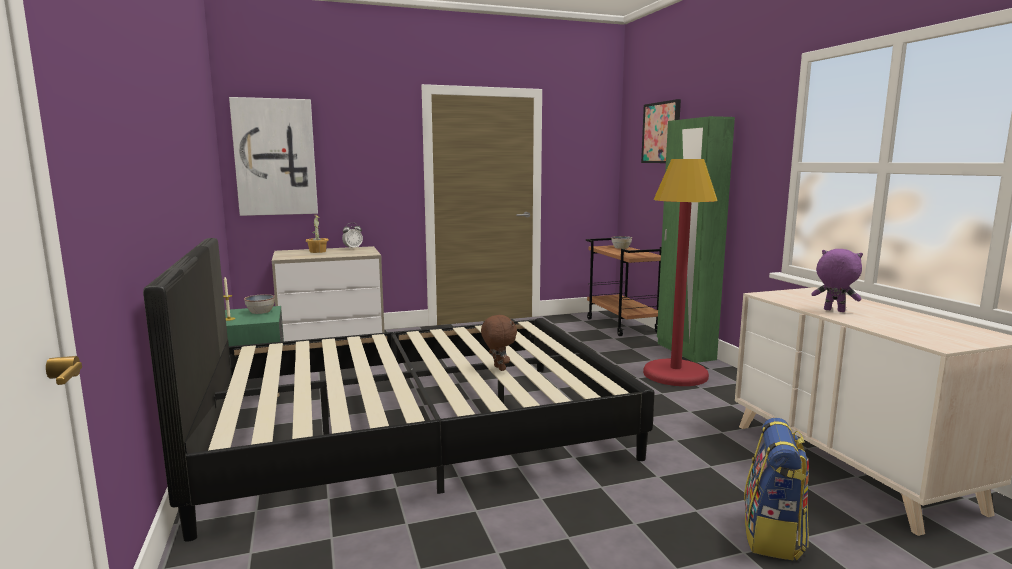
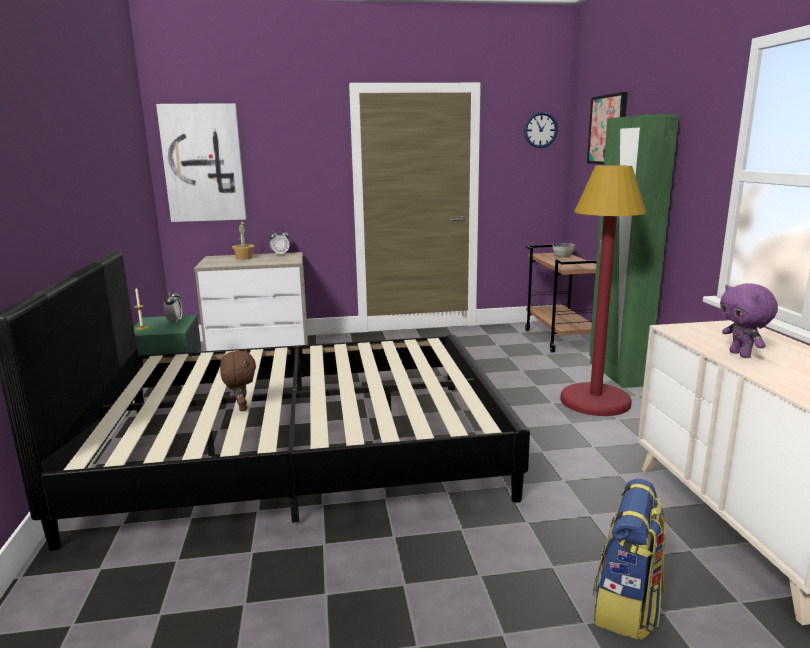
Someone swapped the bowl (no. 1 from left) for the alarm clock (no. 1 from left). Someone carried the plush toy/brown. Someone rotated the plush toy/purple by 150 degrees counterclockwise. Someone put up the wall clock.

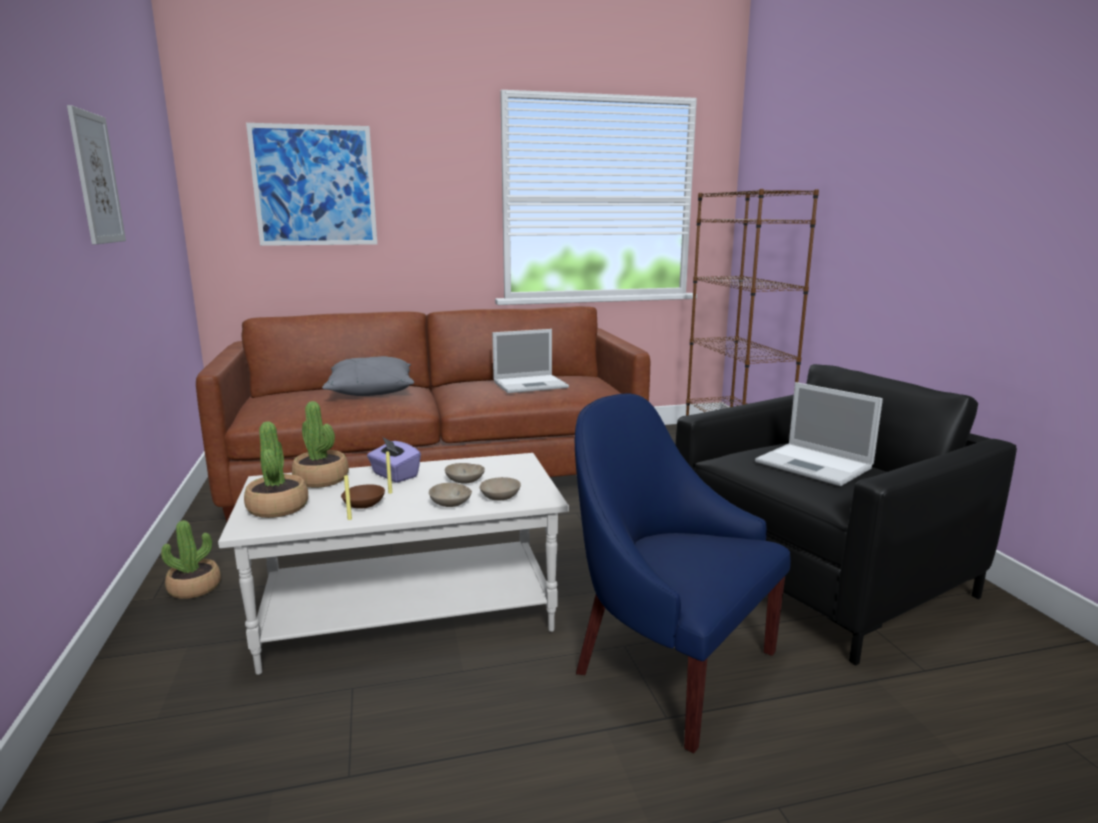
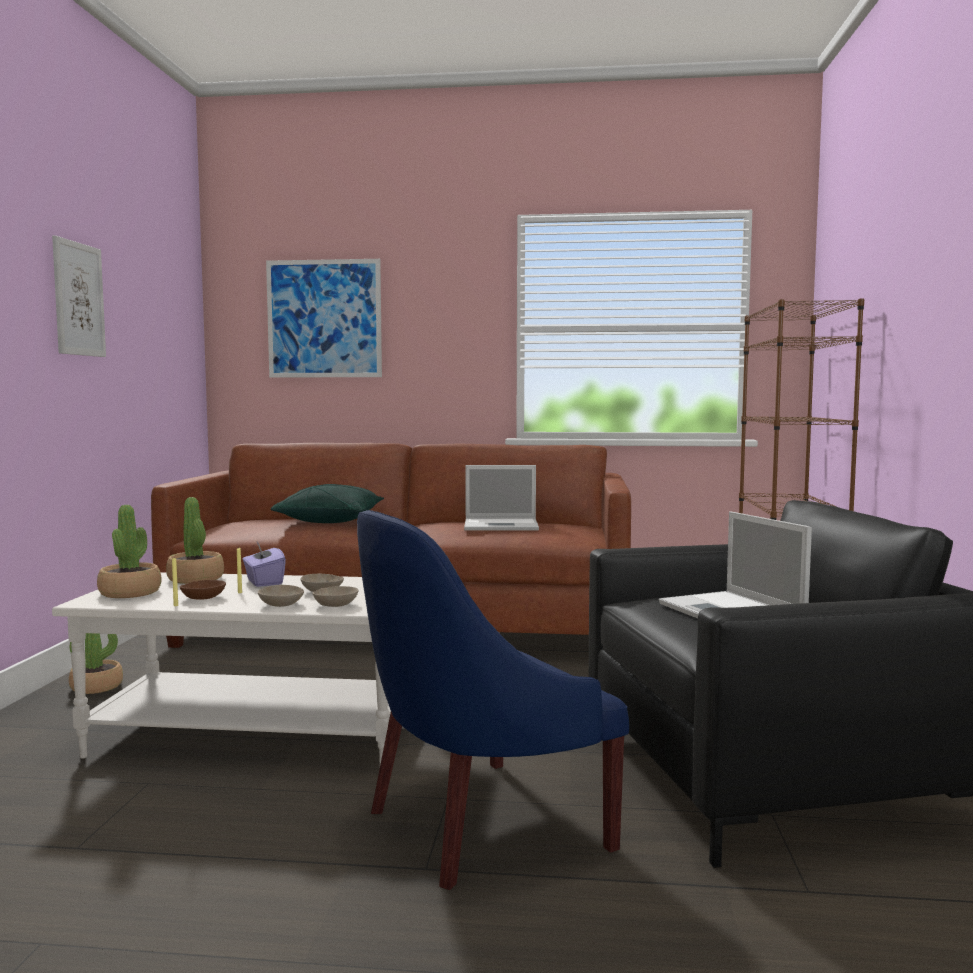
Someone repainted the pillow/grey, which became the pillow/green. Someone rotated the armchair/blue by 90 degrees counterclockwise.

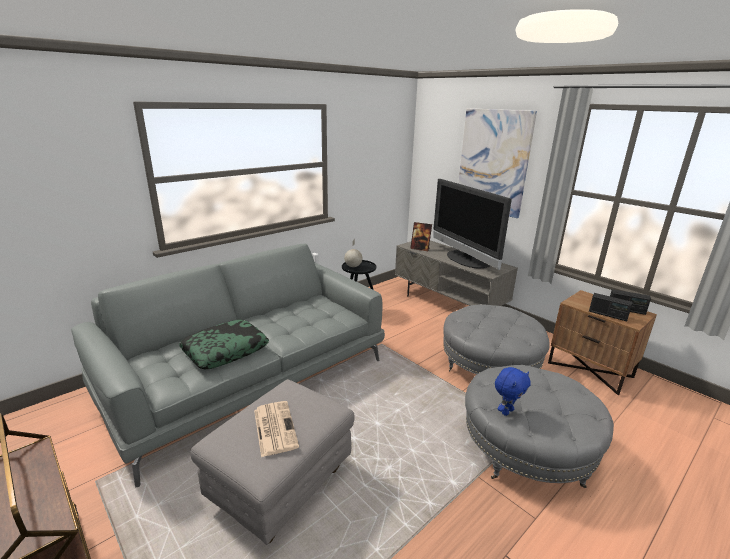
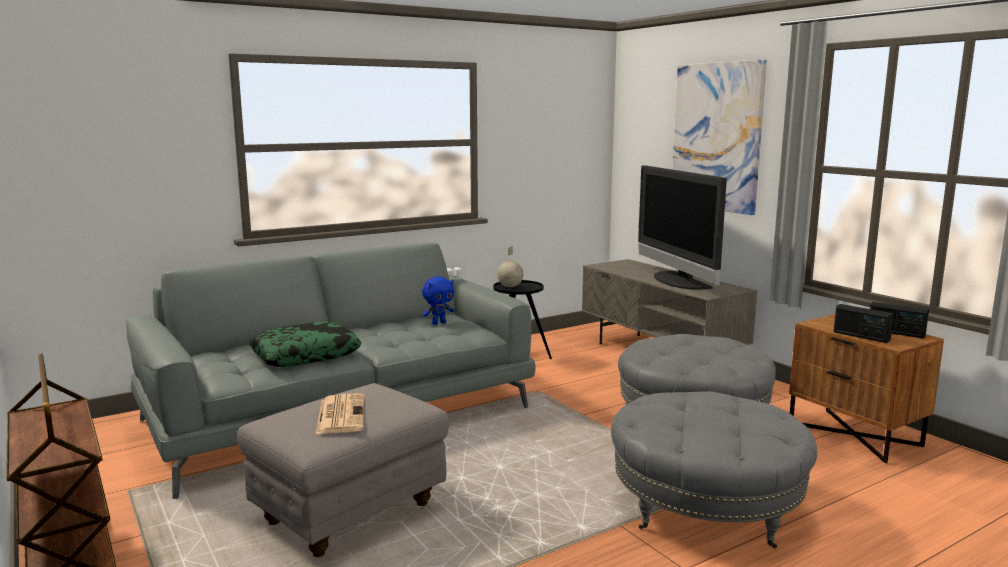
Someone took away the picture frame. Someone carried the plush toy/blue.

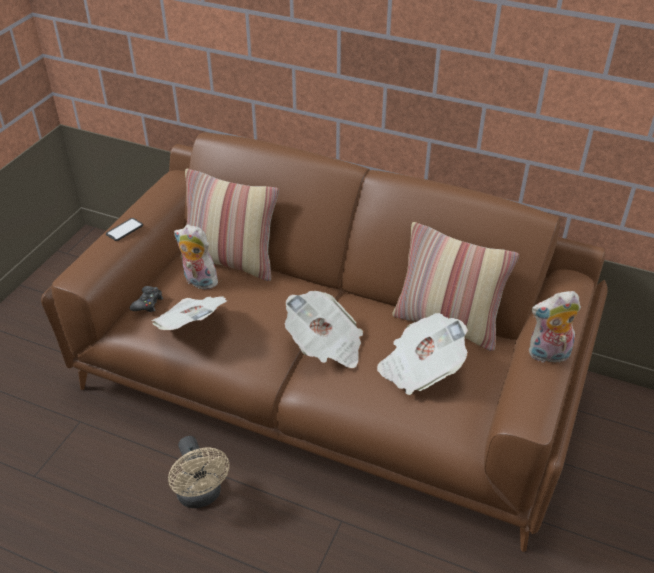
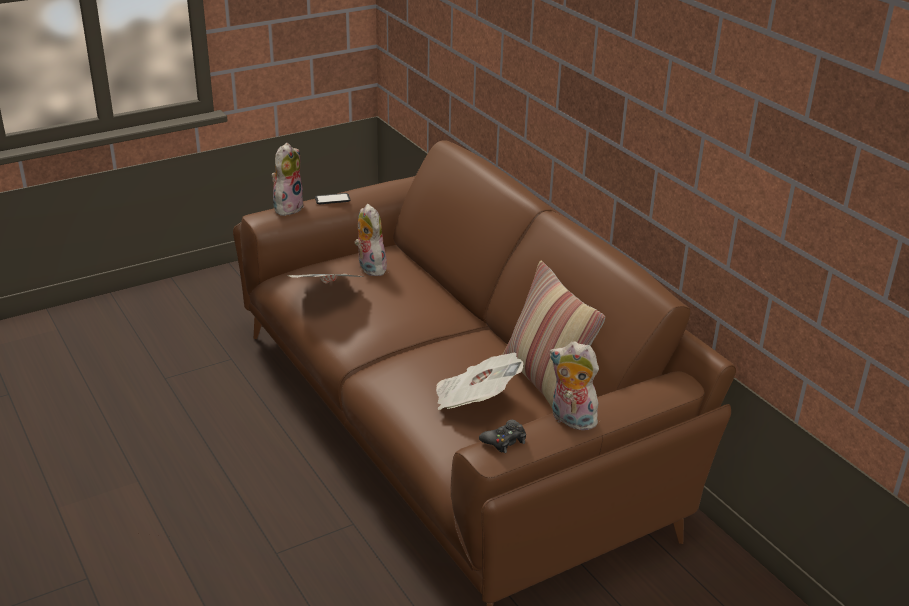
Someone carried the game controller/black. Someone took away the fan/beige. Someone took away the pillow (no. 1 from left). Someone took away the newspaper (no. 2 from left). Someone put down the plush toy (no. 1 from left).

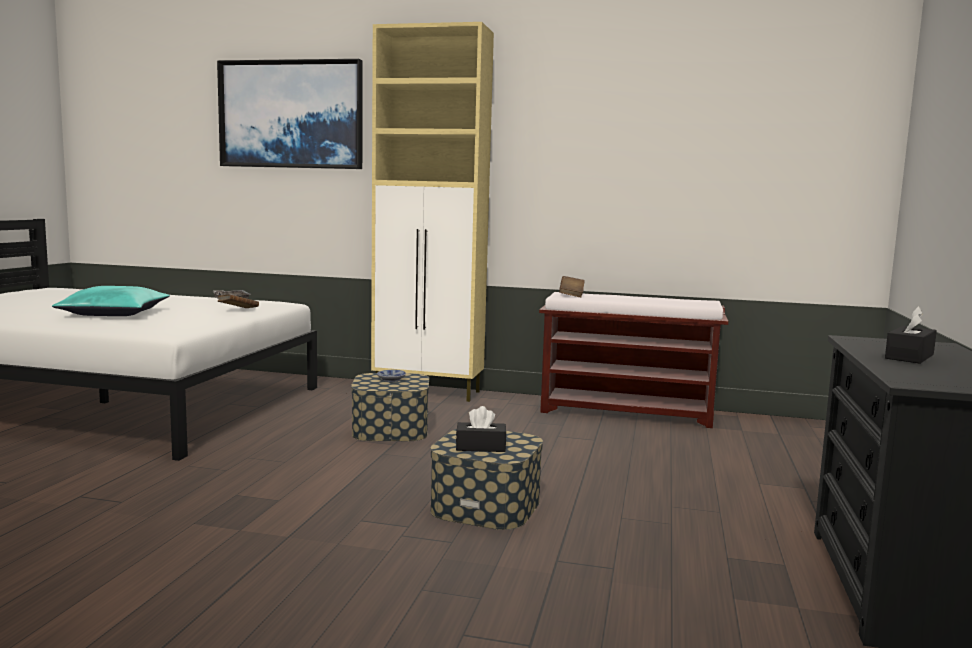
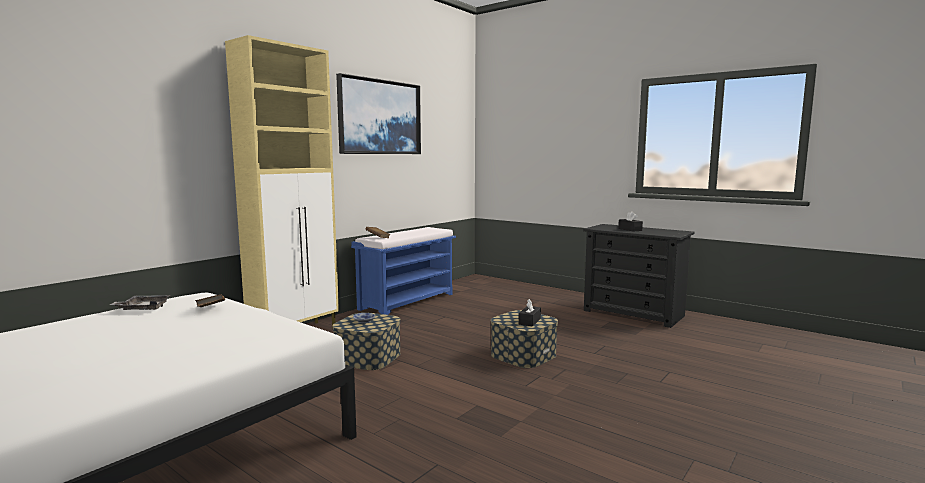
Someone took away the pillow/turquoise. Someone carried the picture. Someone repainted the bench/brown, which became the bench/blue.

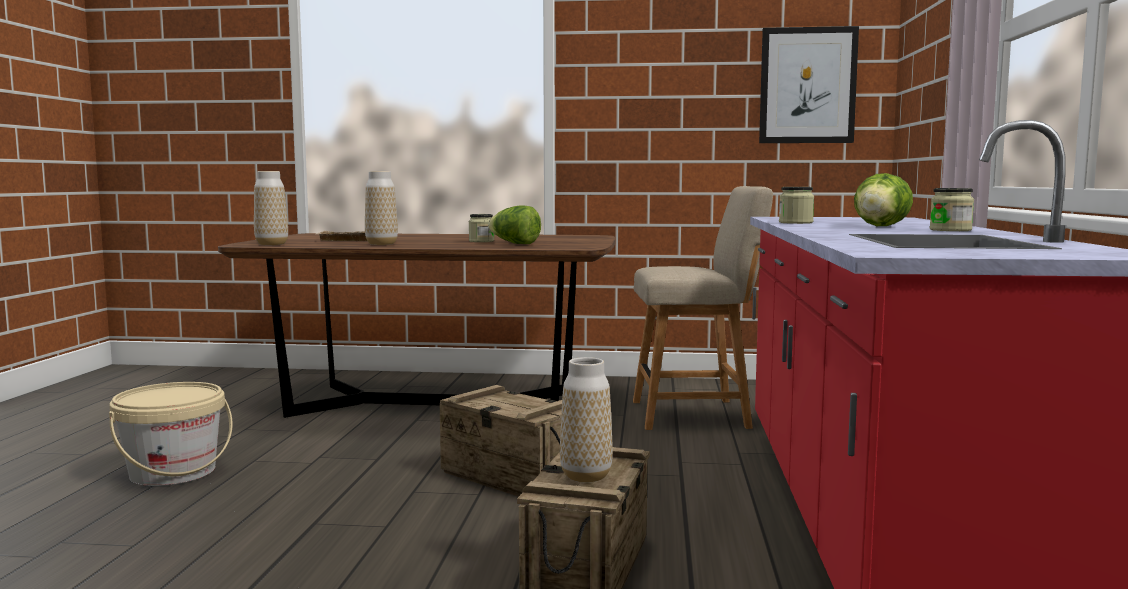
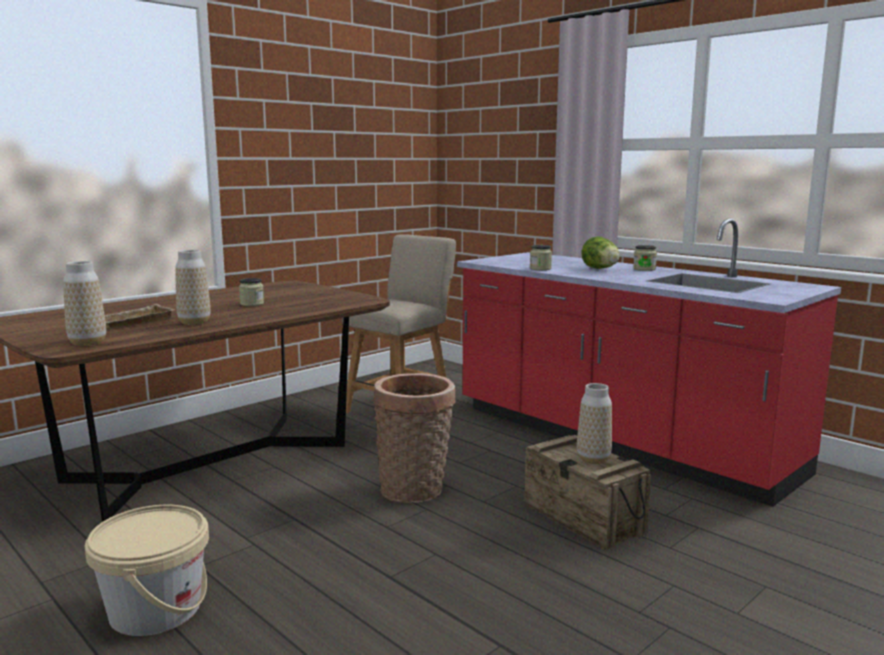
Someone swapped the crate (no. 1 from left) for the basket. Someone took away the lettuce (no. 1 from left). Someone took away the picture.

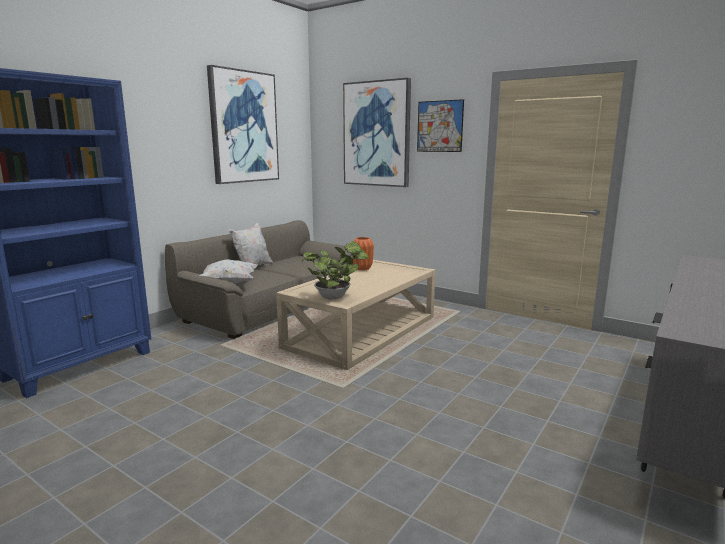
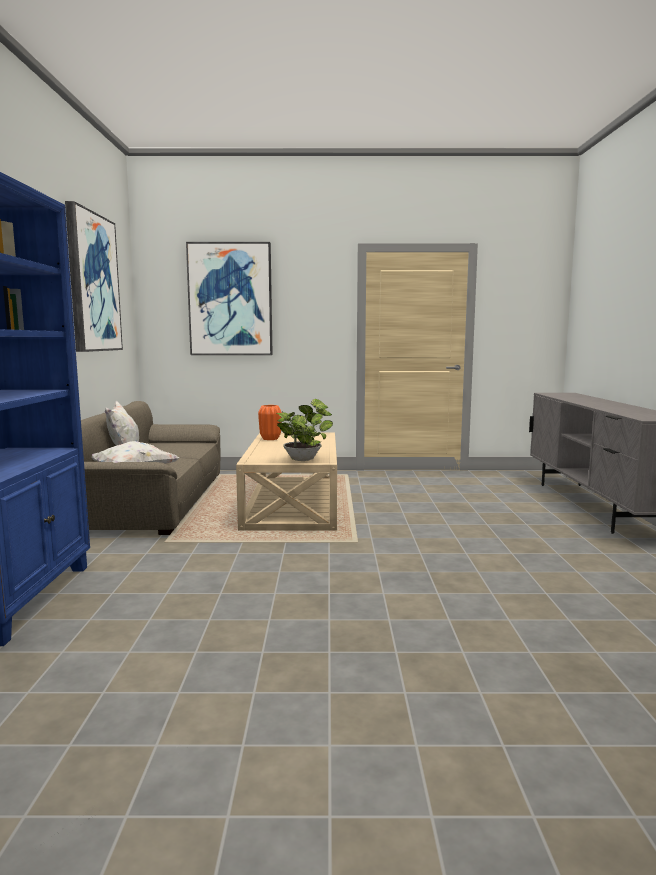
Someone took away the picture (no. 3 from left).

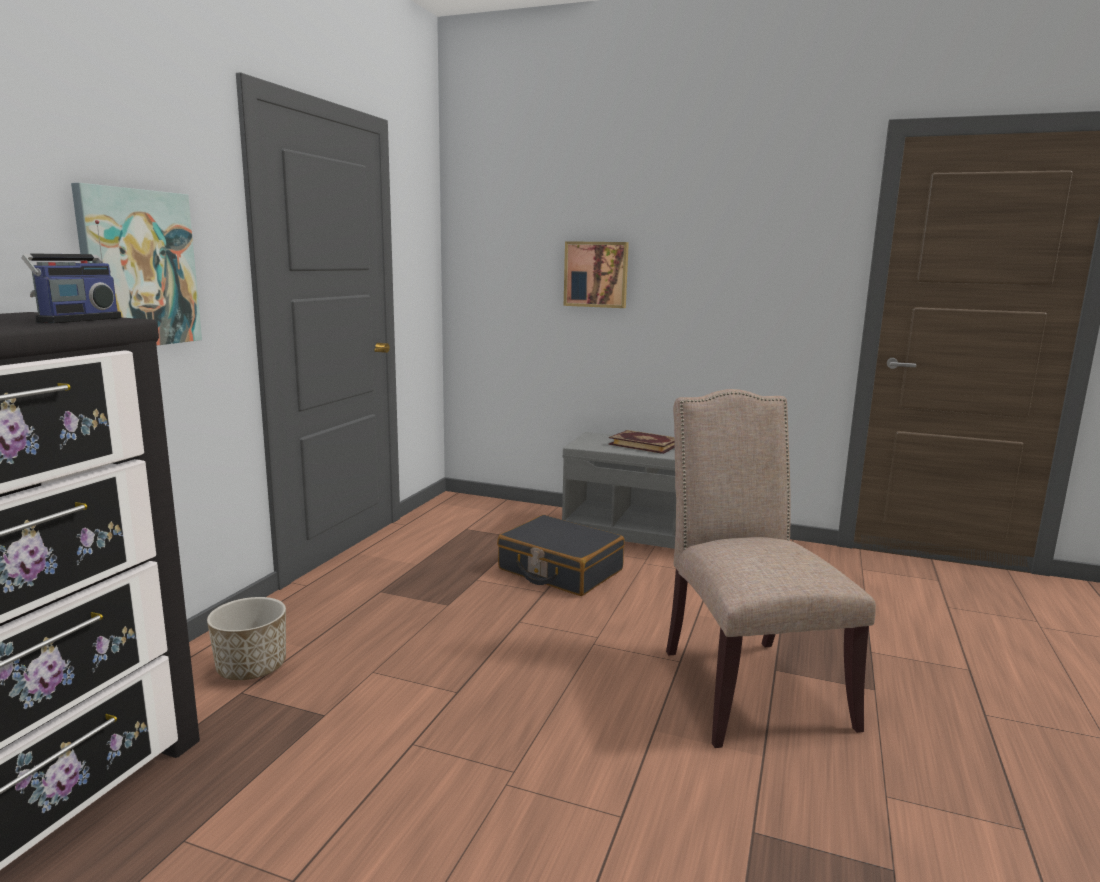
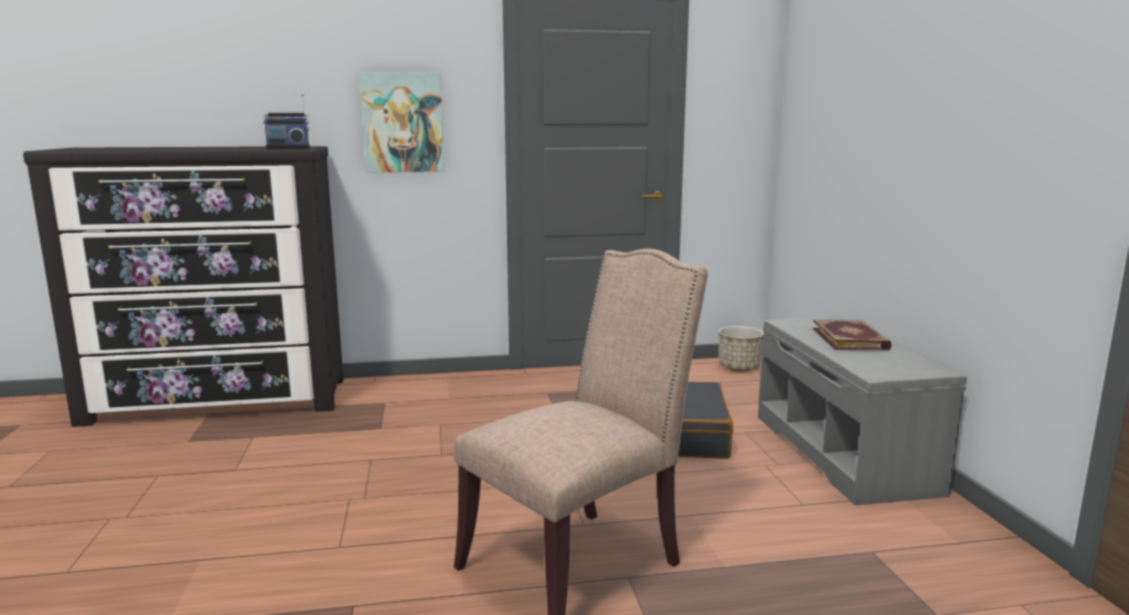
Someone carried the planter. Someone took away the picture (no. 2 from left).

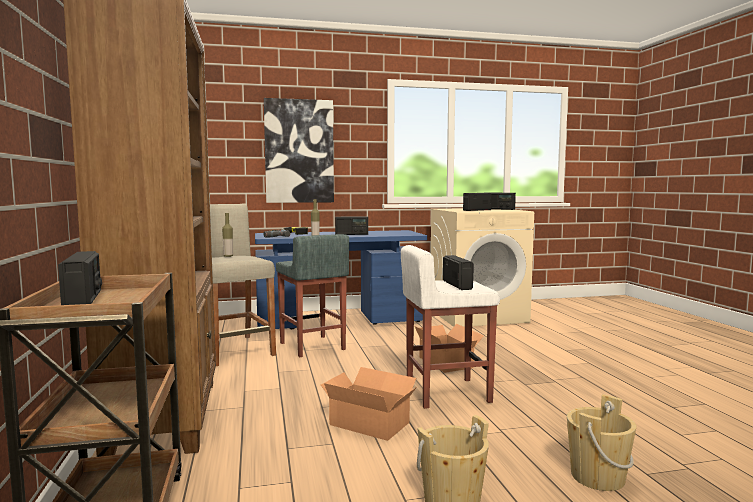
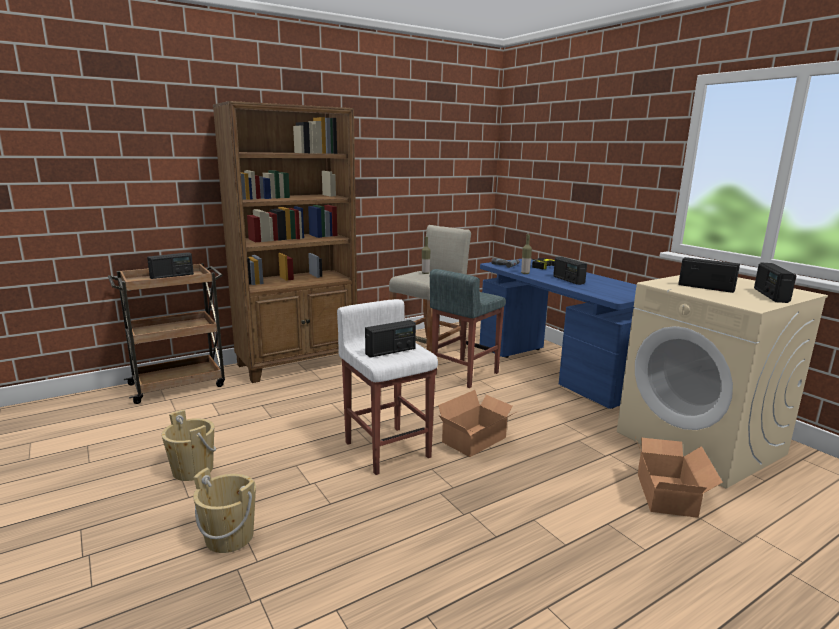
Someone took away the picture. Someone carried the cardboard box (no. 1 from left in the first image).

